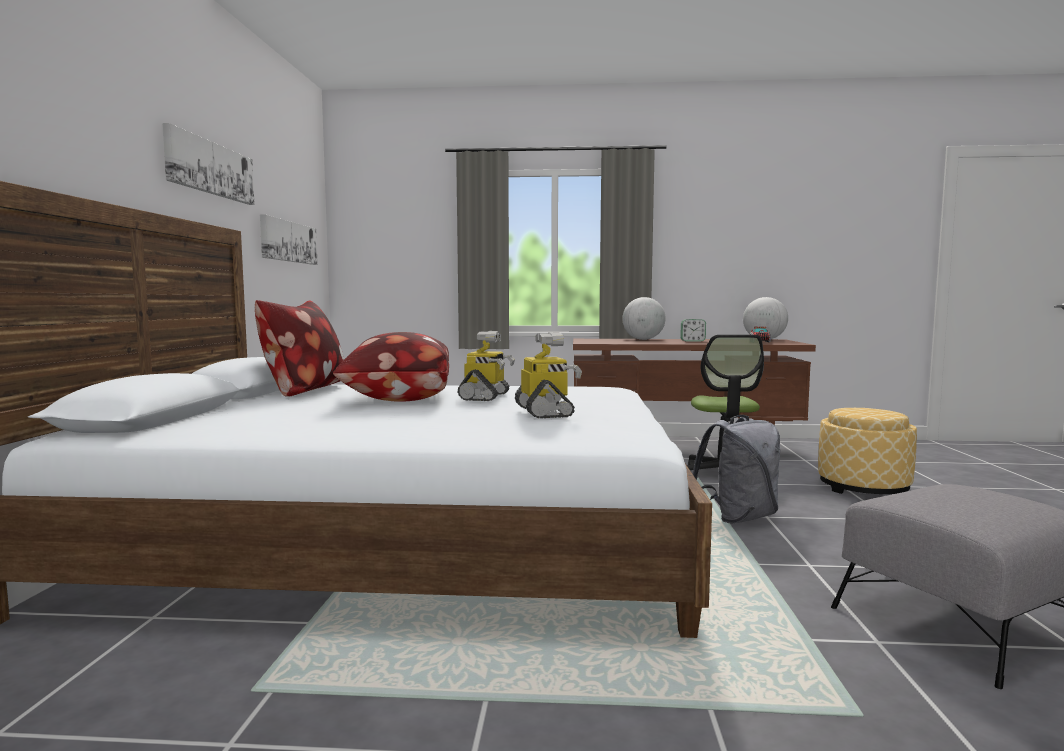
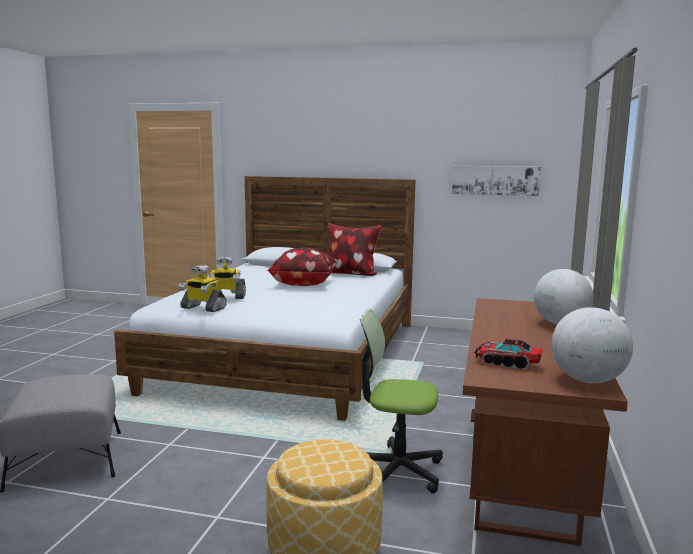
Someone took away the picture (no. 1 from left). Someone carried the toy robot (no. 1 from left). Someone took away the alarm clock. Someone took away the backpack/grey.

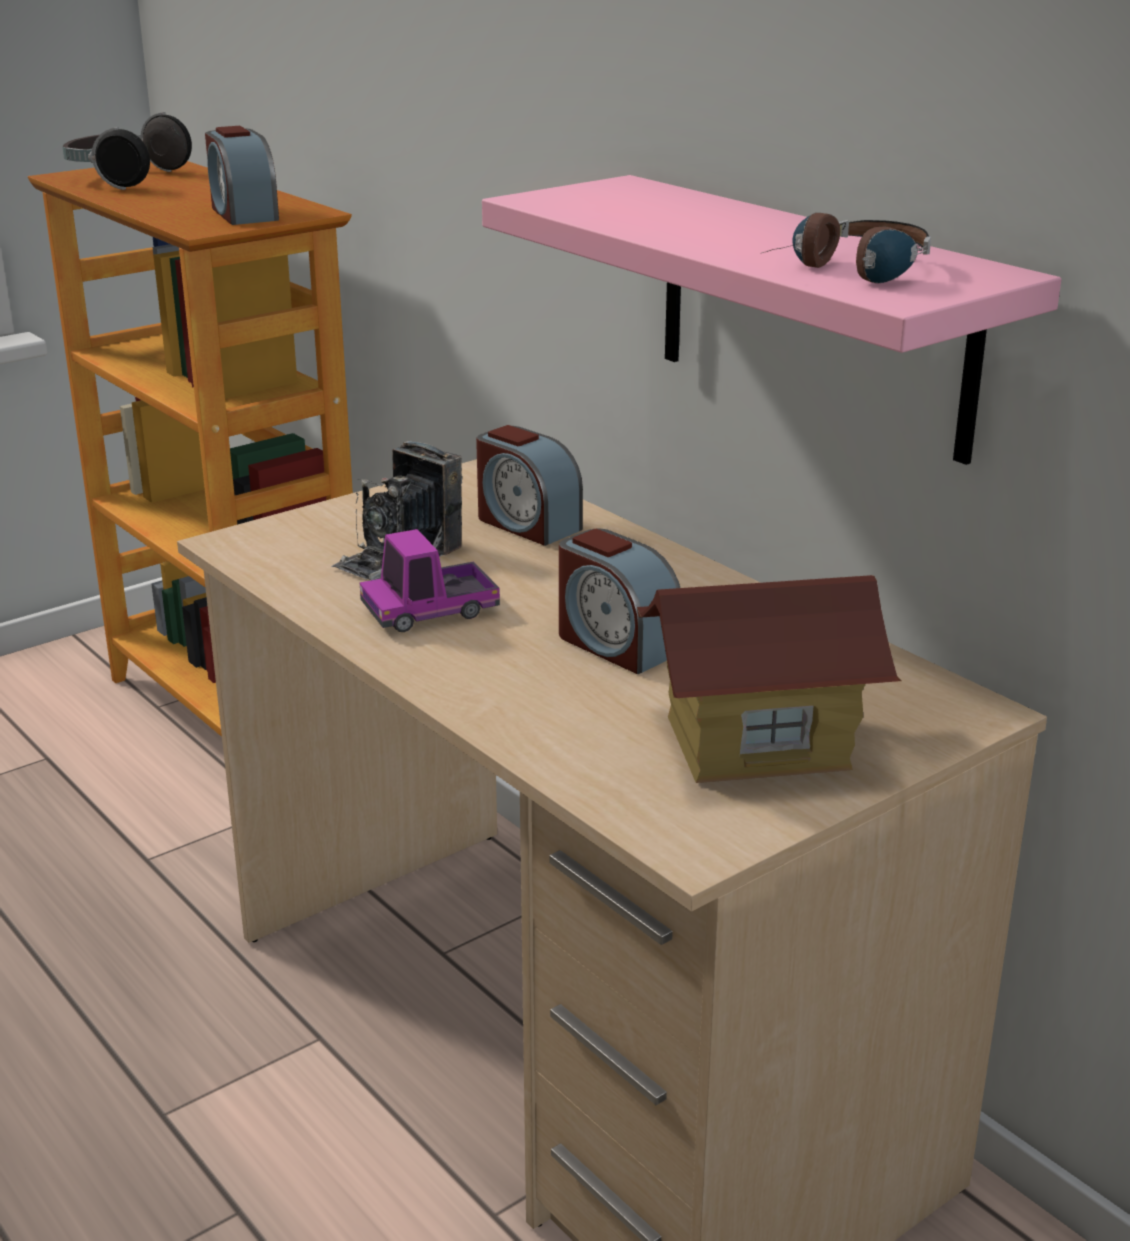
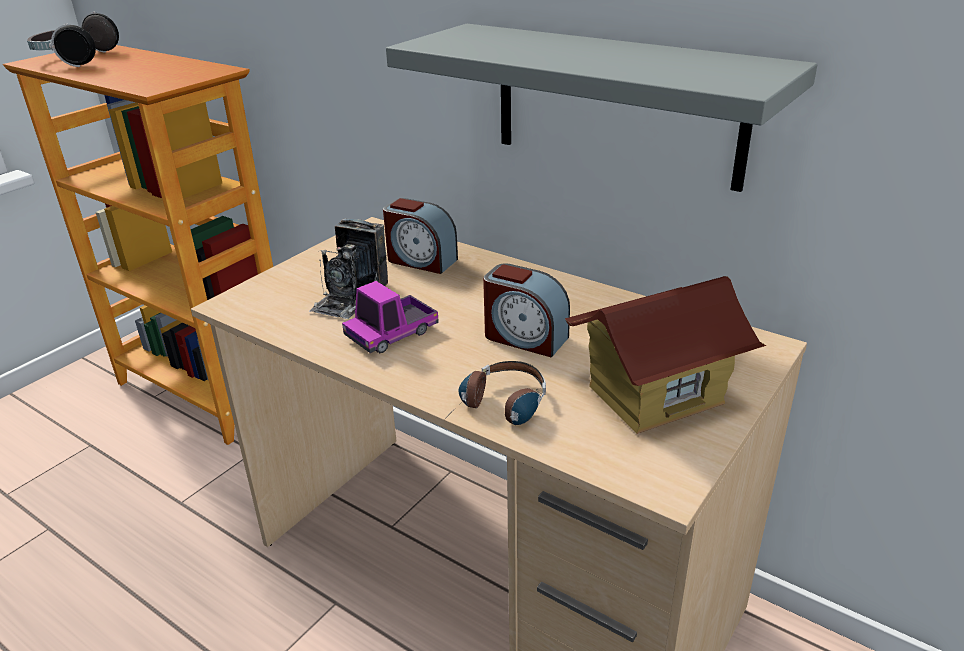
Someone took away the alarm clock (no. 1 from left). Someone repainted the shelf/pink, which became the shelf/grey. Someone carried the headphones (no. 2 from left).

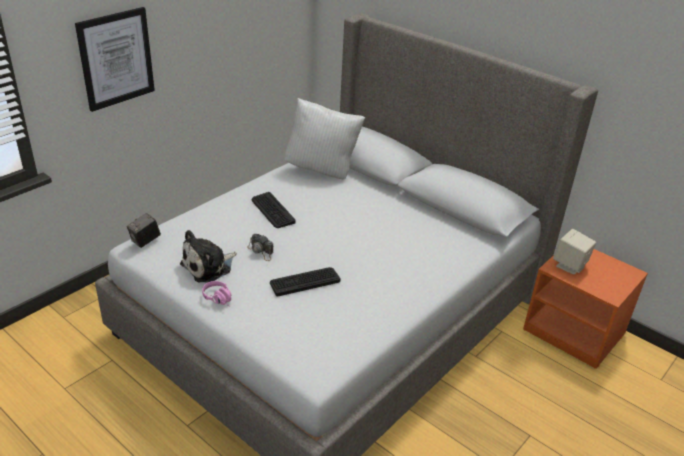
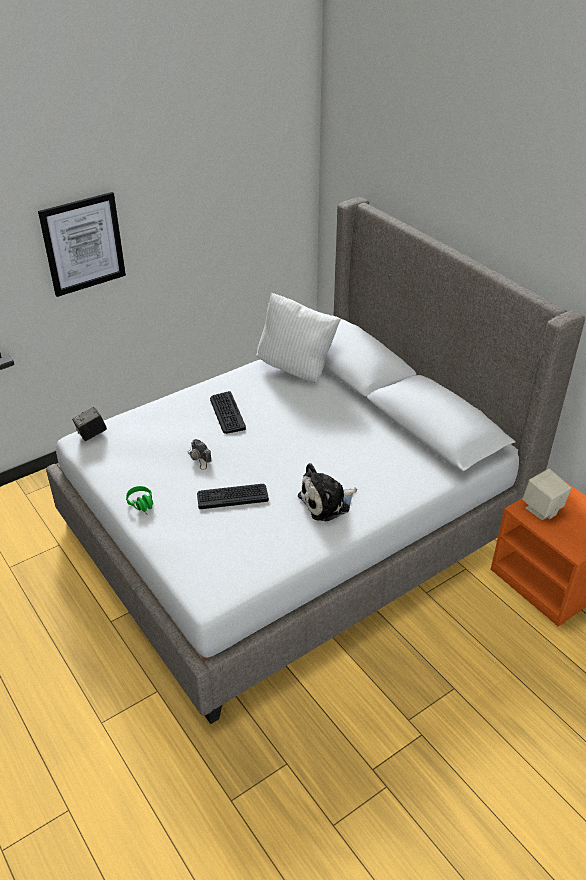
Someone carried the plush toy. Someone repainted the headphones/pink, which became the headphones/green.

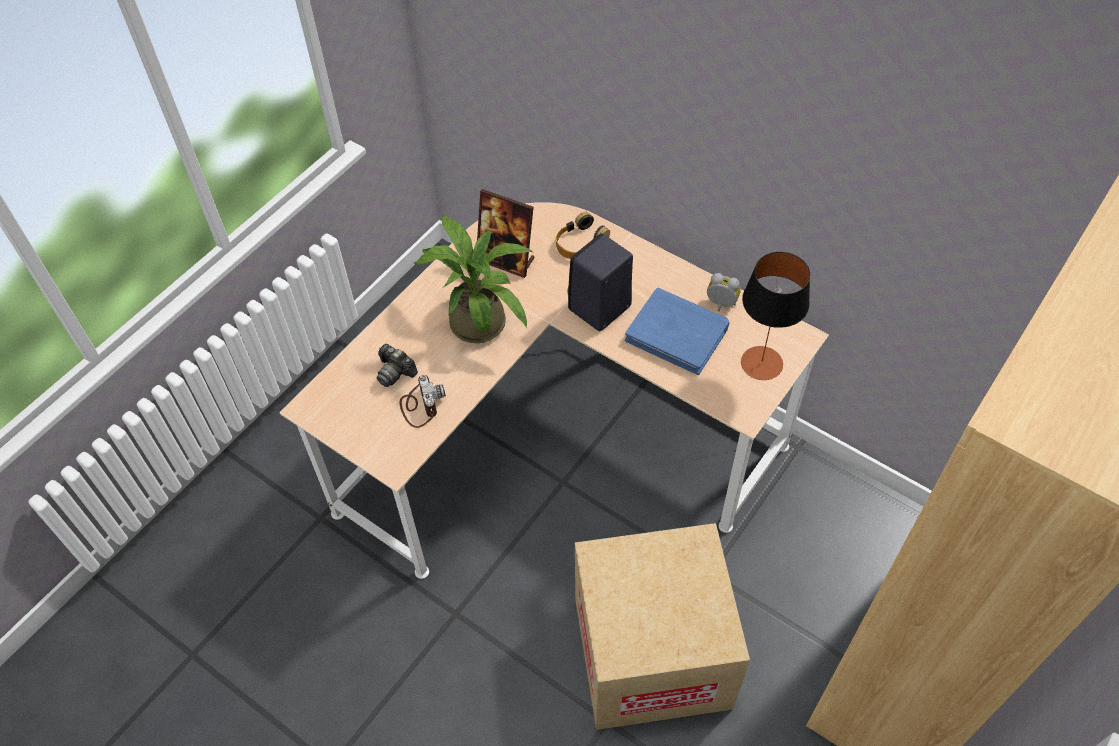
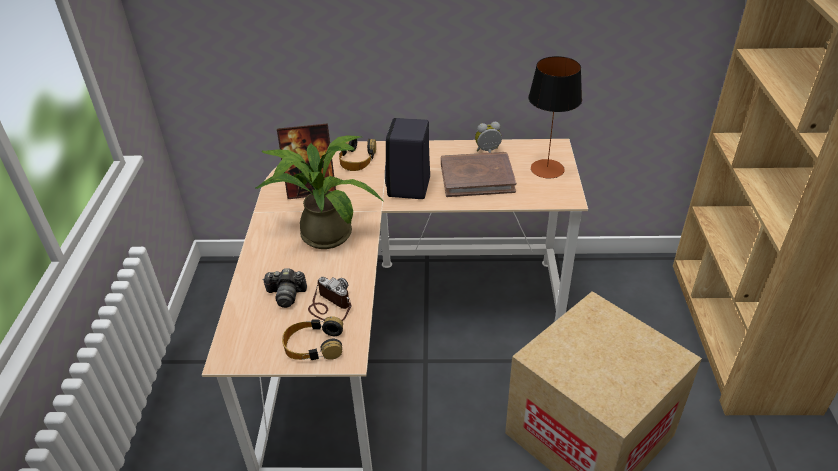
Someone repainted the book/blue, which became the book/brown. Someone put down the headphones (no. 1 from left).

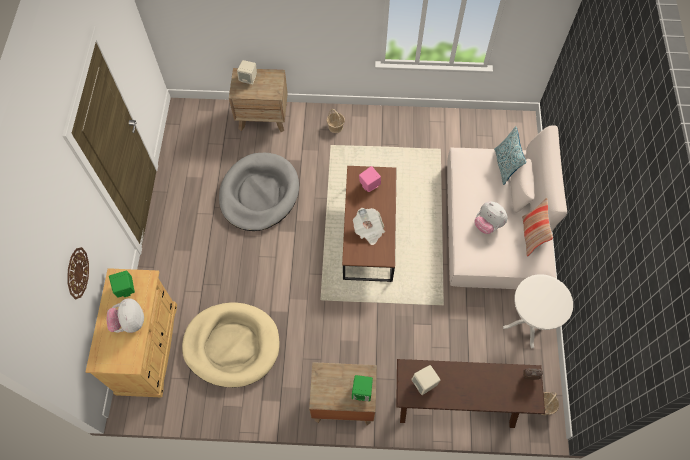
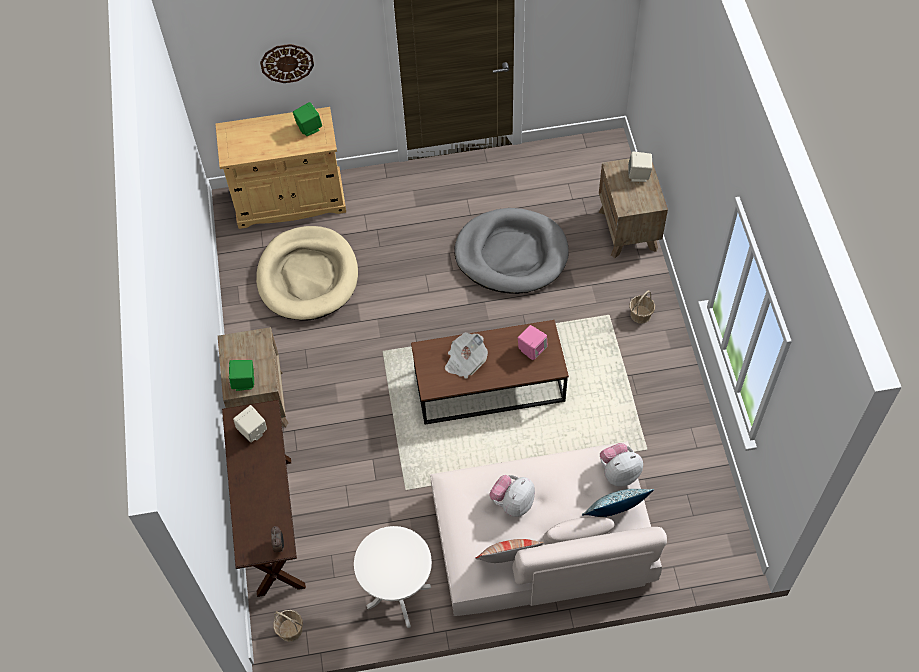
Someone carried the plush toy (no. 1 from left in the first image).

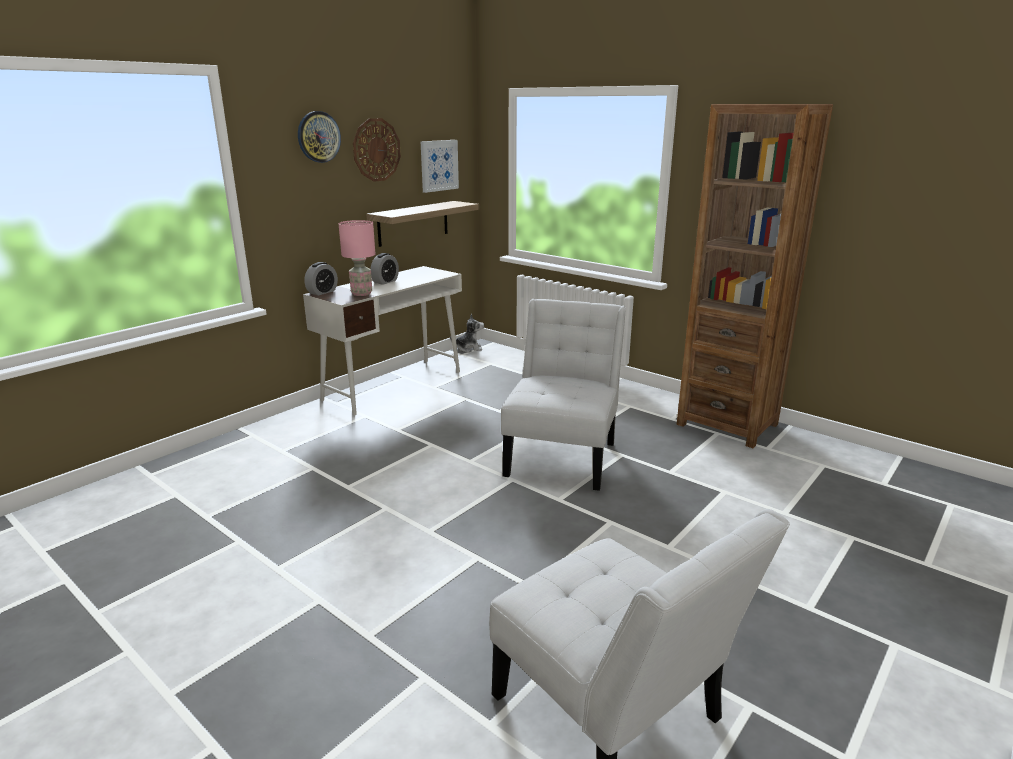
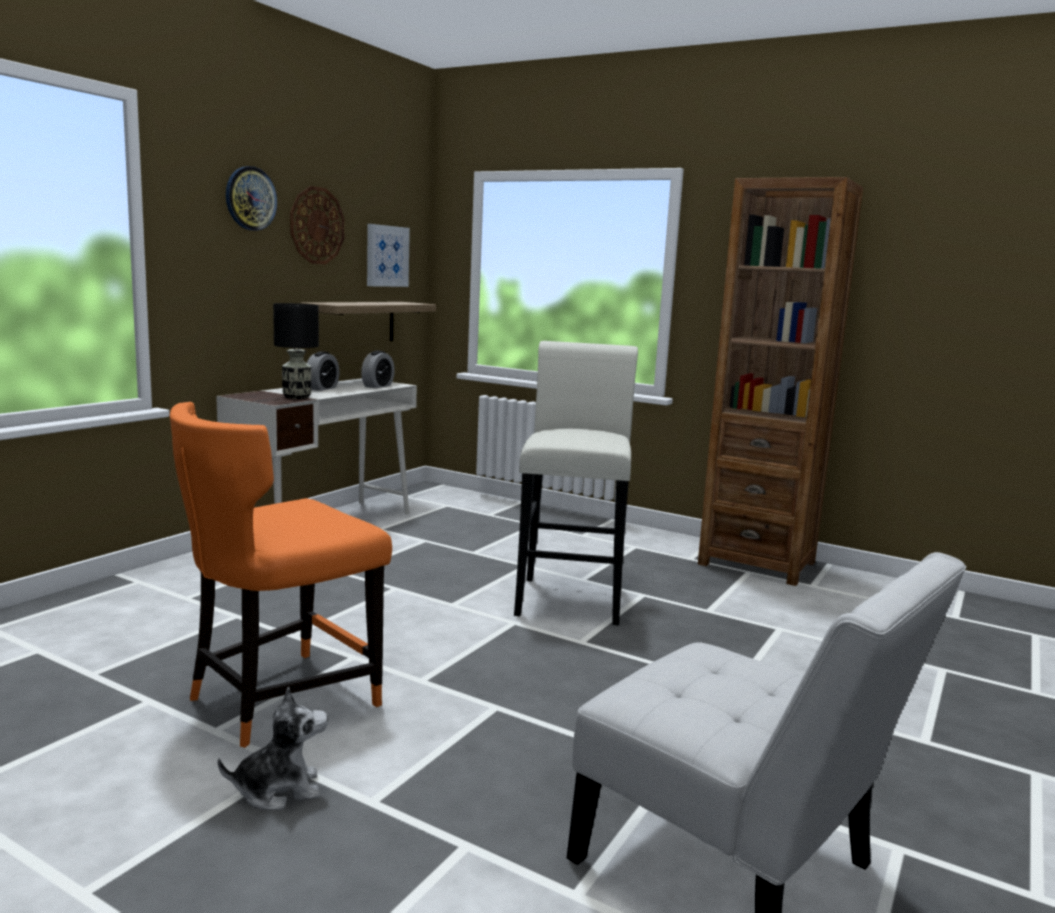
Someone carried the alarm clock (no. 1 from left in the first image). Someone repainted the table lamp/pink, which became the table lamp/black. Someone carried the plush toy. Someone swapped the chair/white (no. 1 from left) for the stool/white. Someone put down the chair/orange.

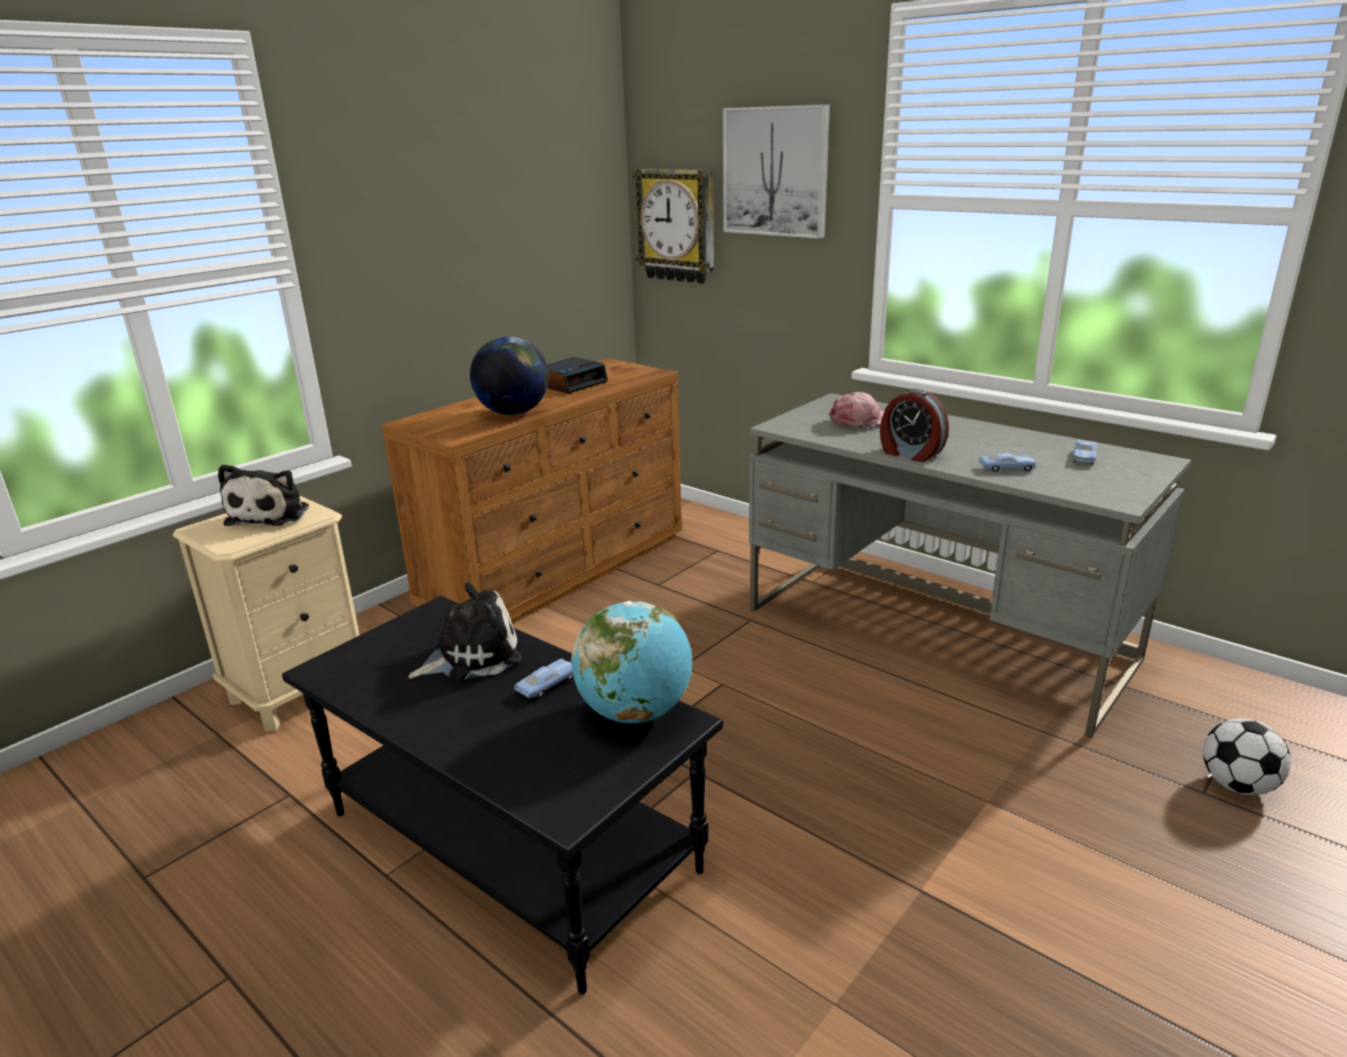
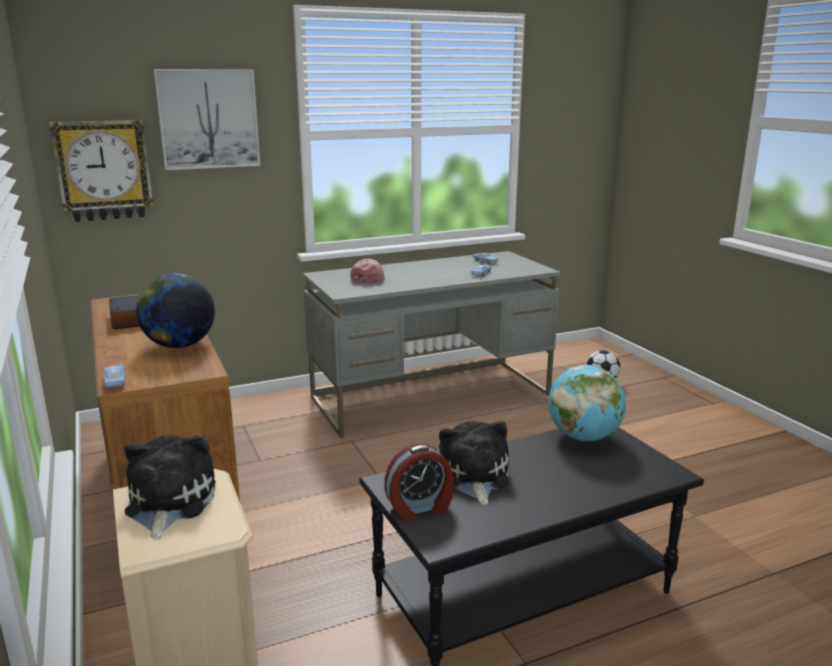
Someone rotated the plush toy (no. 1 from left) by 120 degrees counterclockwise. Someone carried the toy car/blue (no. 1 from left). Someone carried the alarm clock (no. 2 from left).

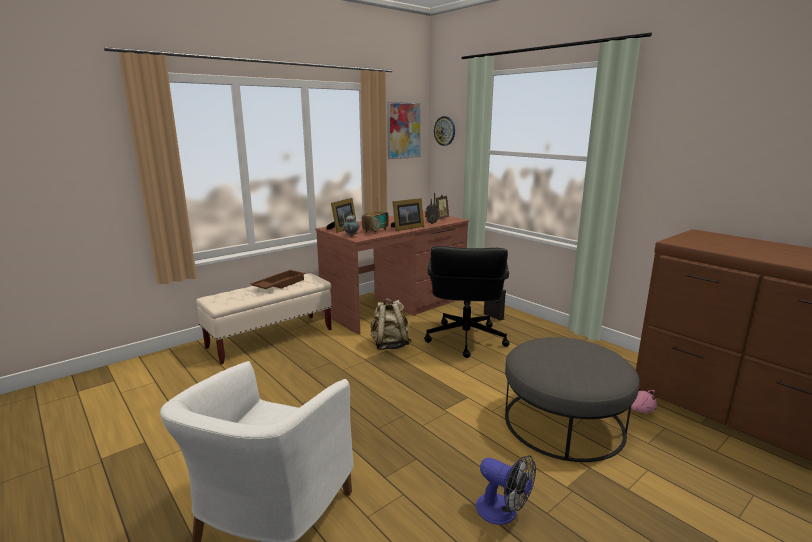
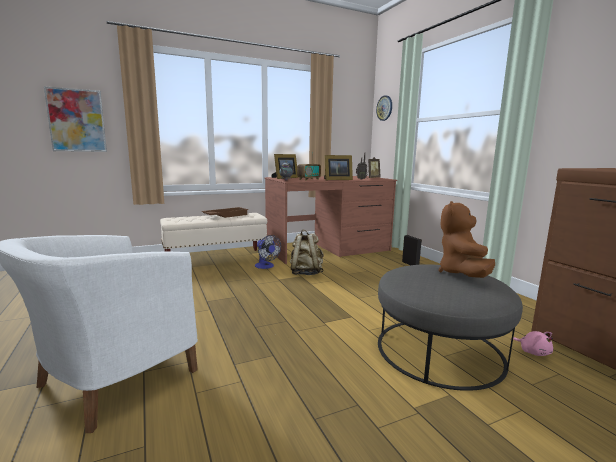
Someone carried the picture. Someone took away the office chair/black. Someone carried the fan. Someone put down the plush toy/brown.

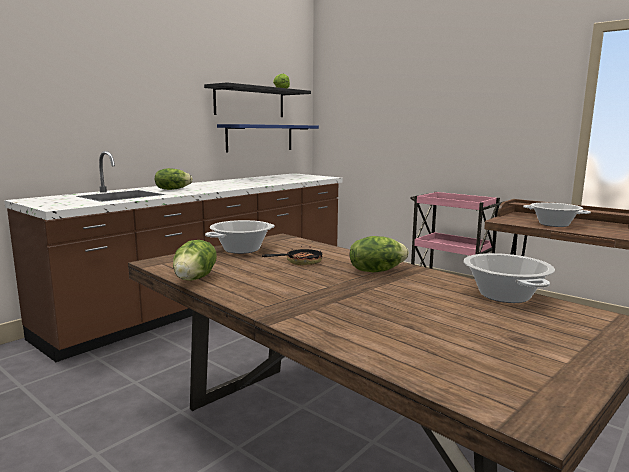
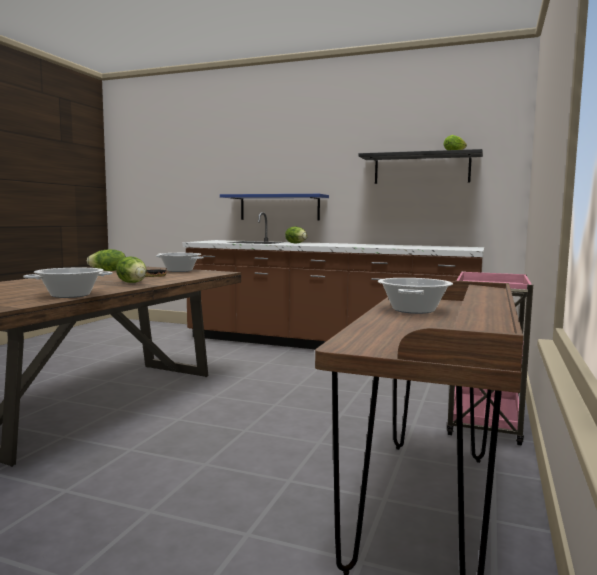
Someone carried the shelf/blue.

